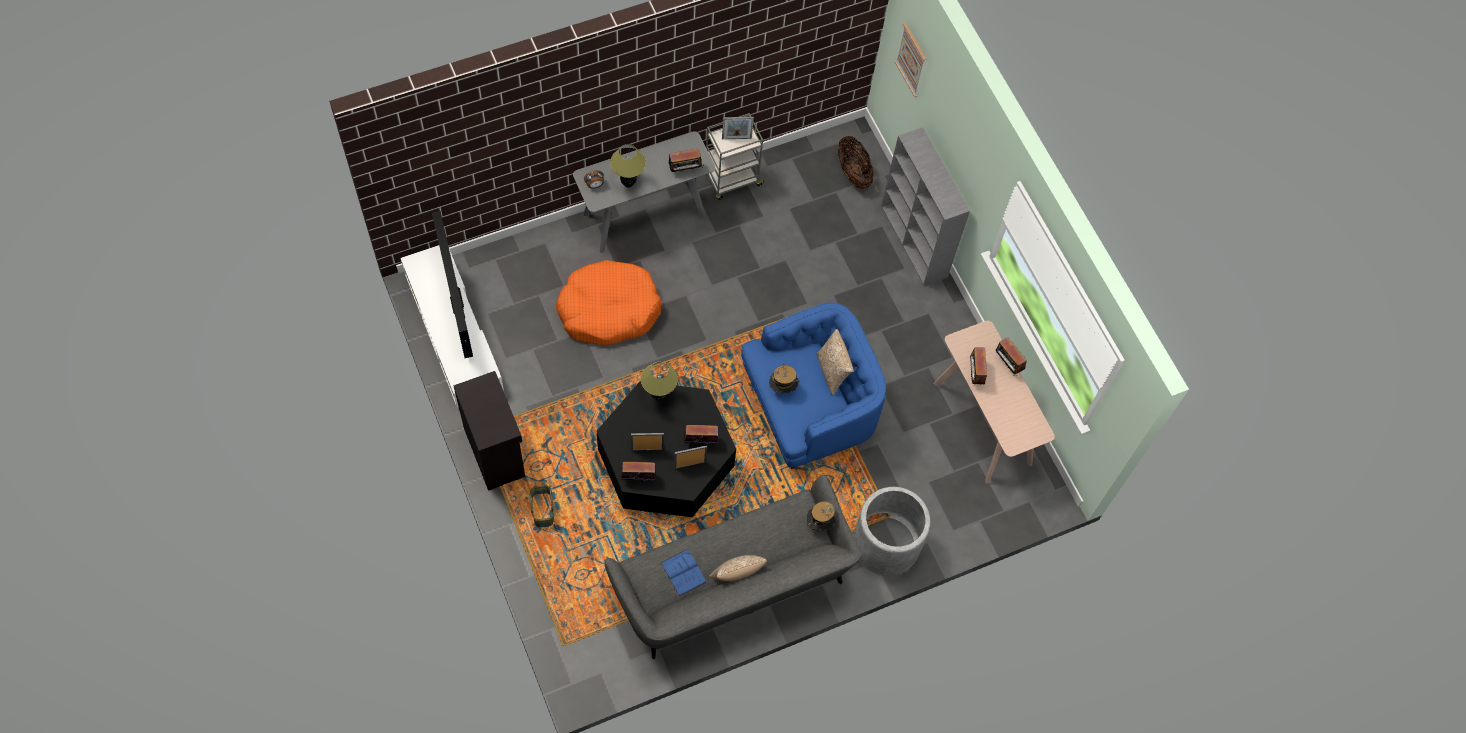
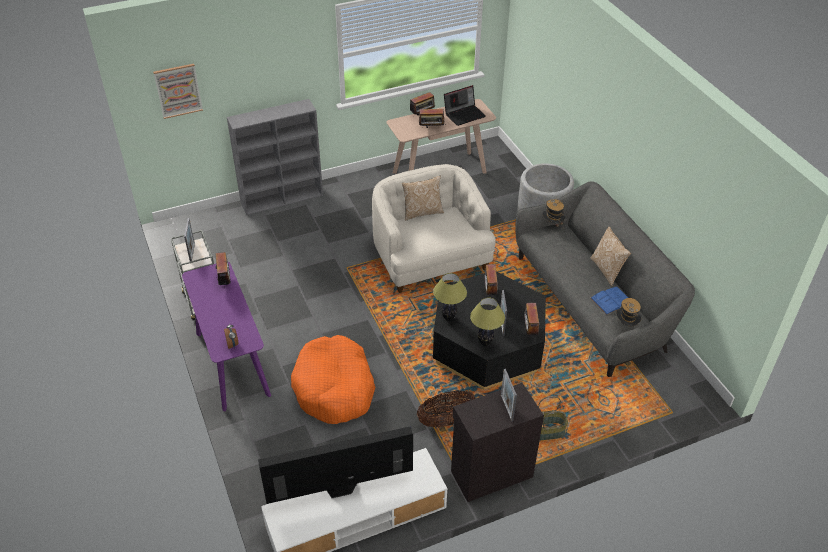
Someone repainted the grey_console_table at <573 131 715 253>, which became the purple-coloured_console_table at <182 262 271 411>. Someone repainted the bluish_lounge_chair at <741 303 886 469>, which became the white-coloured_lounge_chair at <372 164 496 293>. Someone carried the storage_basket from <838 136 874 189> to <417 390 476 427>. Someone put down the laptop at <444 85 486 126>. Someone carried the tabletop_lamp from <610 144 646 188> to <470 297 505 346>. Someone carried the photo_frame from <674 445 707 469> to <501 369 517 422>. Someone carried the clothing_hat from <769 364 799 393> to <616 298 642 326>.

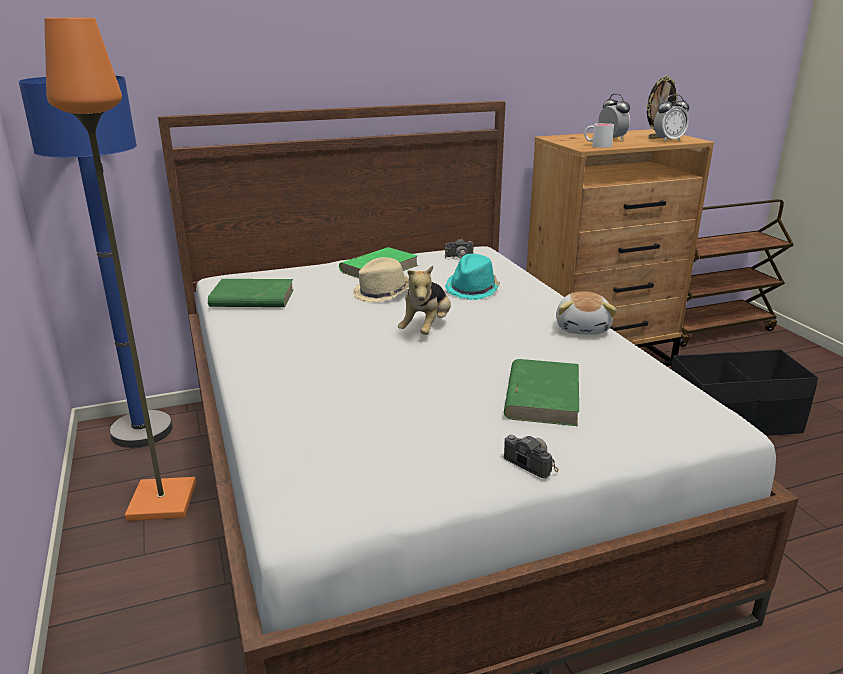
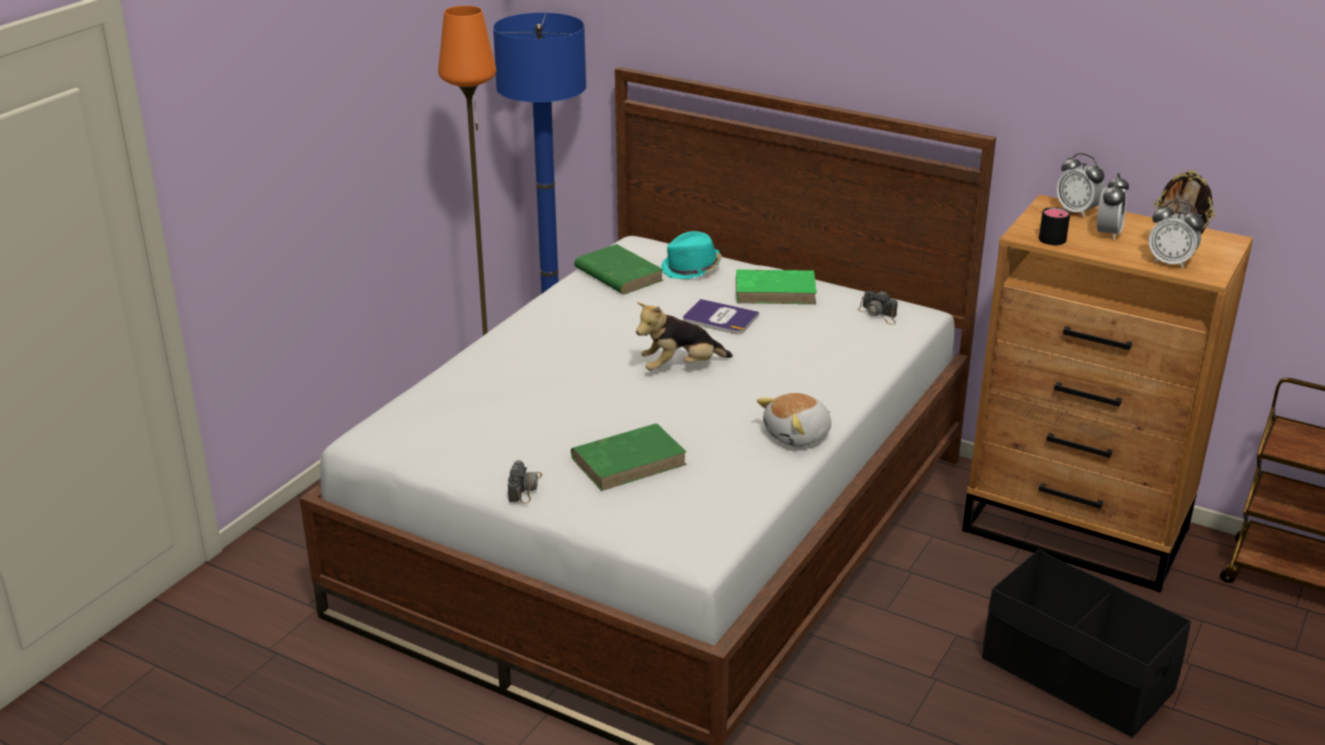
Someone carried the turquoise_clothing_hat from <445 254 500 300> to <661 231 722 279>. Someone swapped the sand-coloured_clothing_hat at <353 257 409 302> for the volume at <683 299 759 334>. Someone repainted the white-coloured_coffee_mug at <584 123 614 148>, which became the black-coloured_coffee_mug at <1039 207 1070 245>. Someone put down the bedside_clock at <1056 153 1105 218>.

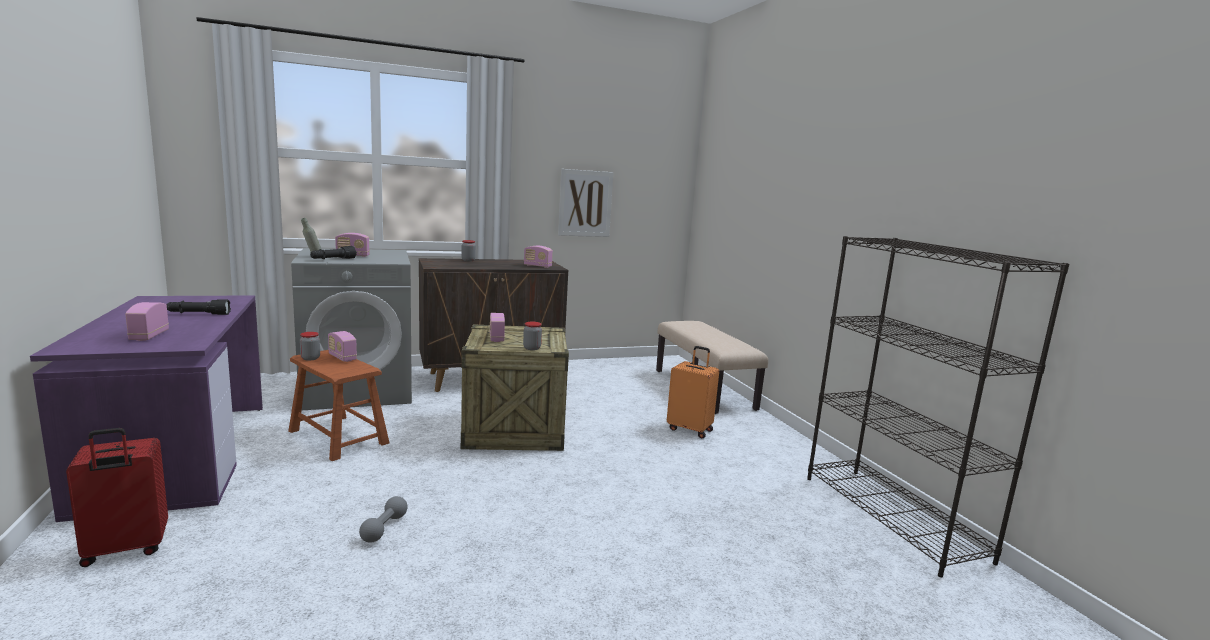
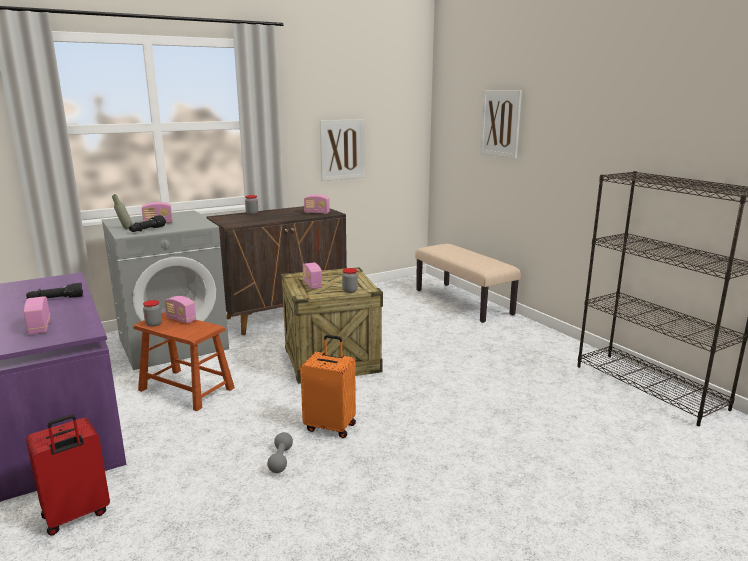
Someone carried the orange_suitcase from <667 346 719 438> to <300 335 356 438>. Someone put up the wall_picture at <480 91 522 158>.

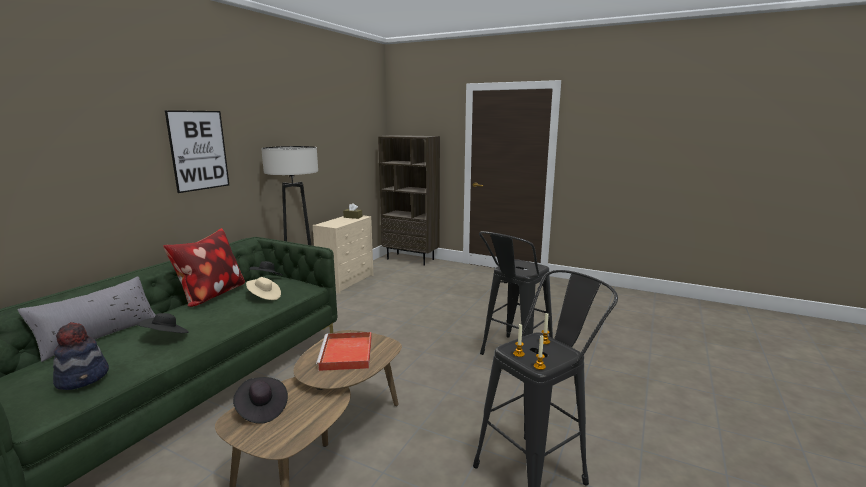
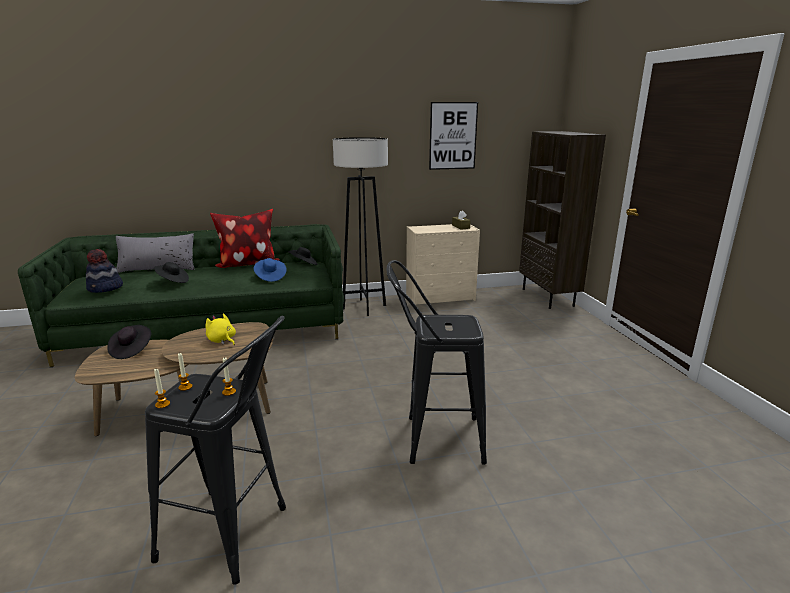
Someone swapped the red-coloured_tray at <316 332 372 371> for the yellowish_plush_toy at <205 313 236 345>. Someone repainted the sand-coloured_clothing_hat at <246 277 281 300>, which became the bluish_clothing_hat at <254 258 287 282>. Someone carried the wall_picture from <165 110 229 193> to <429 102 478 170>.

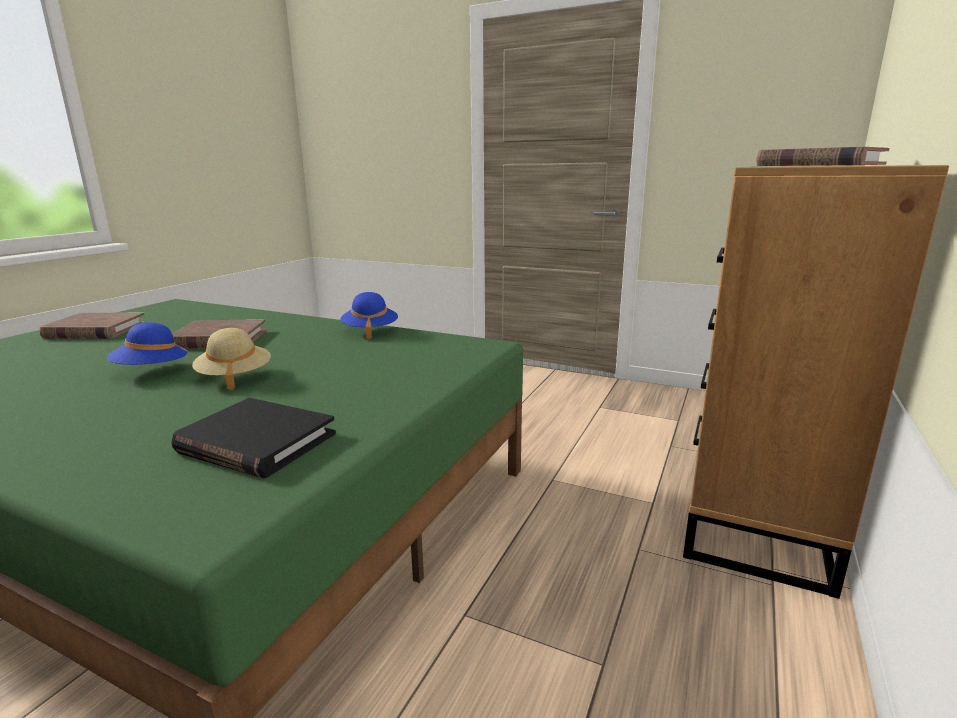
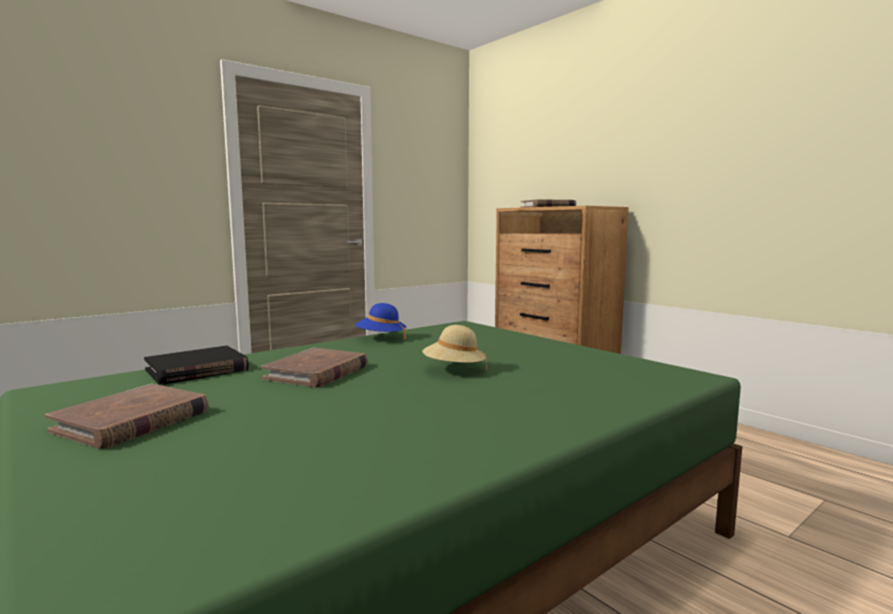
Someone carried the black-coloured_volume from <171 398 336 478> to <144 346 249 385>. Someone took away the bluish_clothing_hat at <107 322 191 365>.

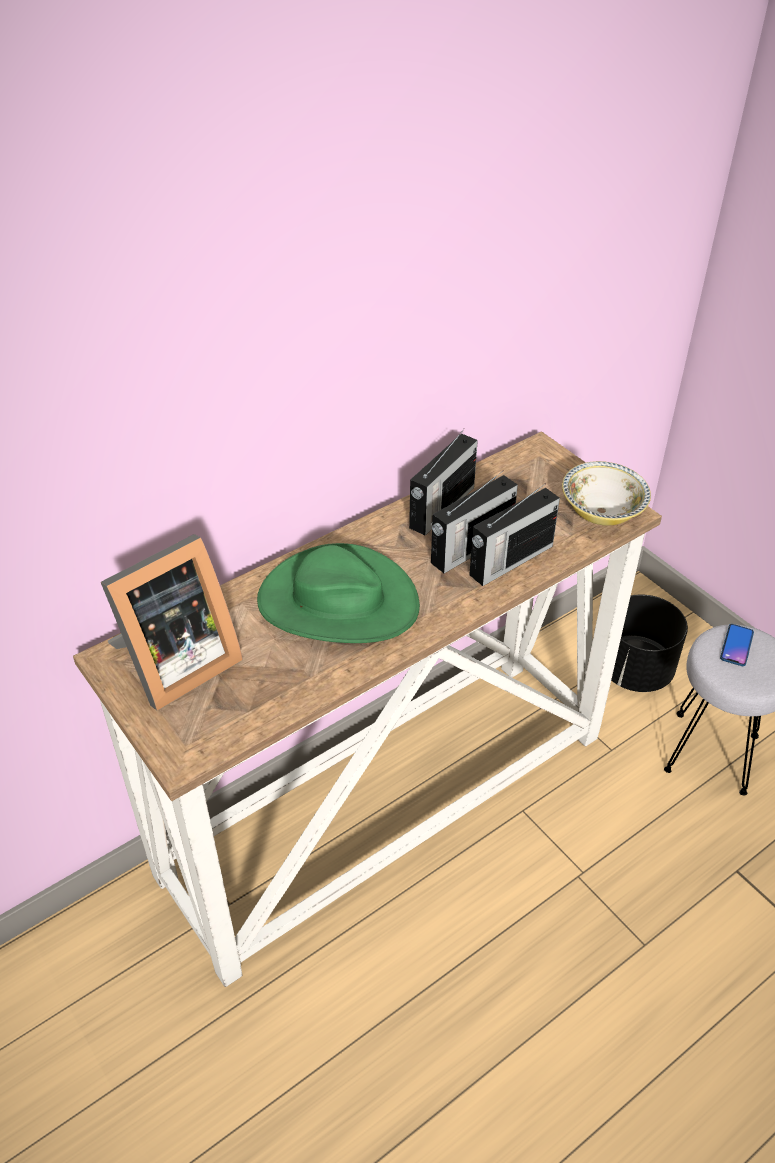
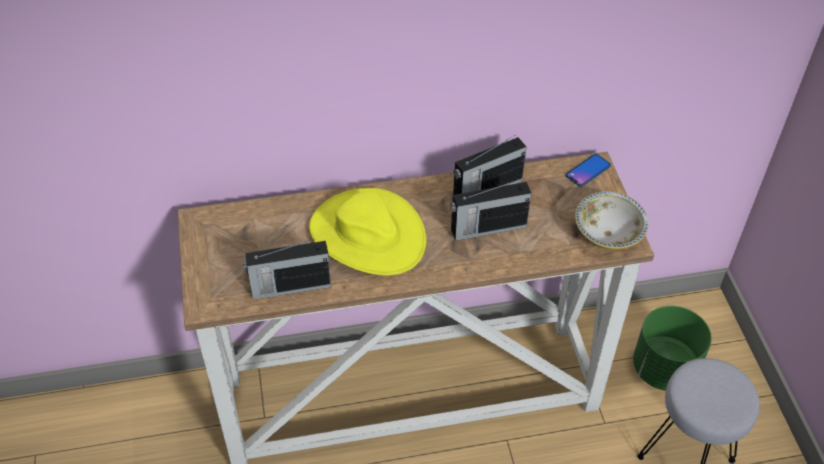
Someone carried the radio_set from <469 483 560 586> to <243 239 331 300>. Someone repainted the green_clothing_hat at <257 543 420 643>, which became the yellowish_clothing_hat at <309 188 426 276>. Someone carried the telephone from <720 624 754 666> to <566 154 611 187>. Someone repainted the black-coloured_planter at <611 594 688 692>, which became the green_planter at <633 306 712 391>. Someone took away the photo_frame at <101 534 243 711>.

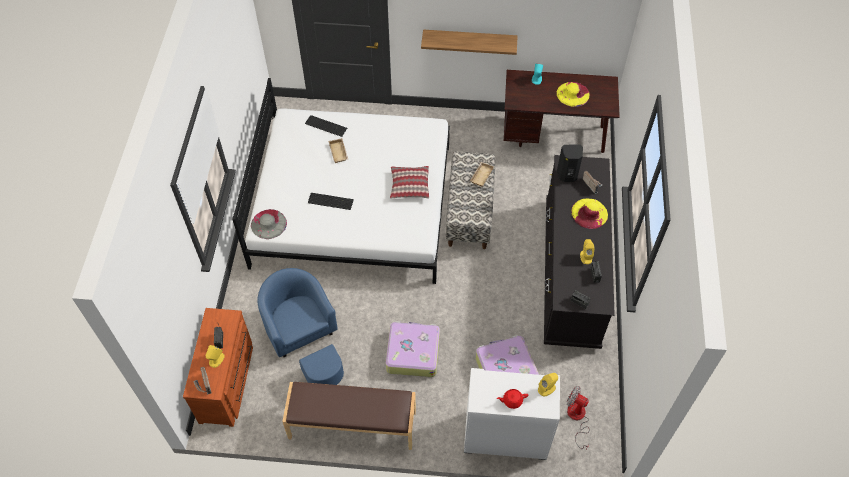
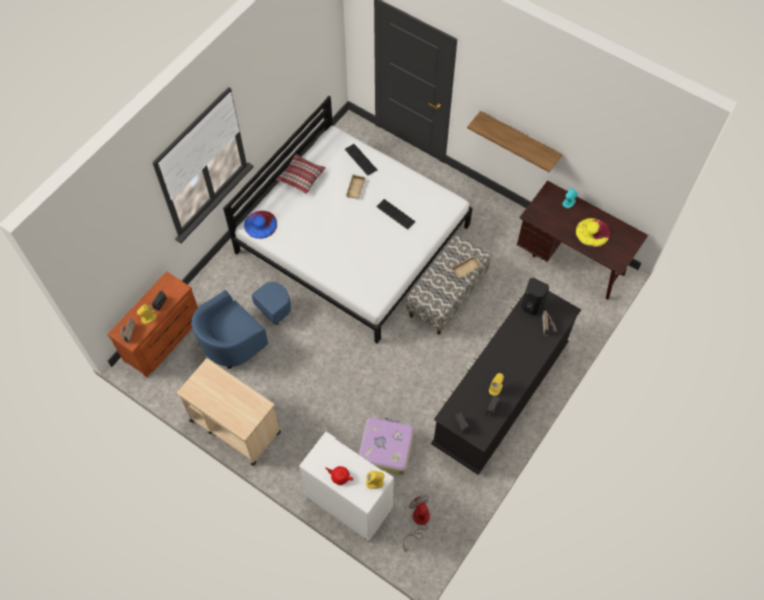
Someone swapped the brownish_bench at <282 382 416 450> for the sand-coloured_wheeled_cart at <177 358 281 466>. Someone rotated the bluish_lounge_chair at <257 268 344 385> by 135 degrees counterclockwise. Someone repainted the grey_clothing_hat at <251 209 287 239>, which became the bluish_clothing_hat at <244 211 277 239>. Someone carried the pillow from <390 166 429 199> to <276 154 326 194>. Someone carried the keyboard from <308 193 354 210> to <376 199 416 230>. Someone took away the suitcase at <386 321 440 377>. Someone took away the yellowish_clothing_hat at <571 198 608 229>.

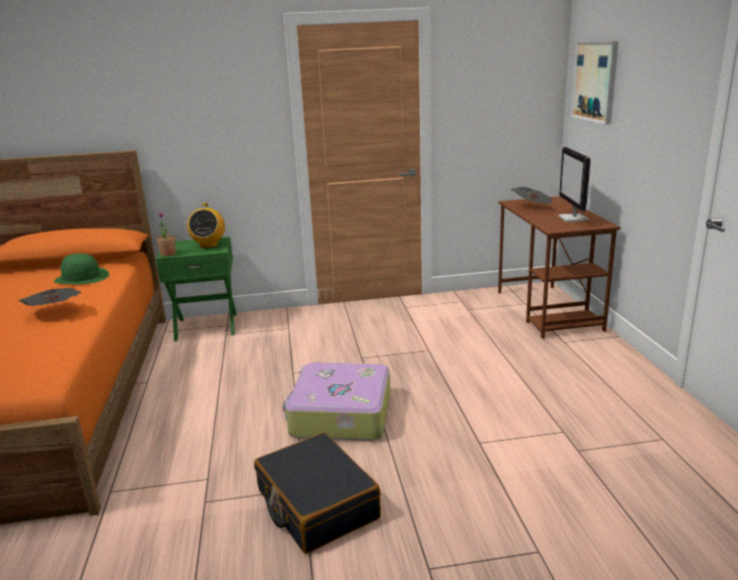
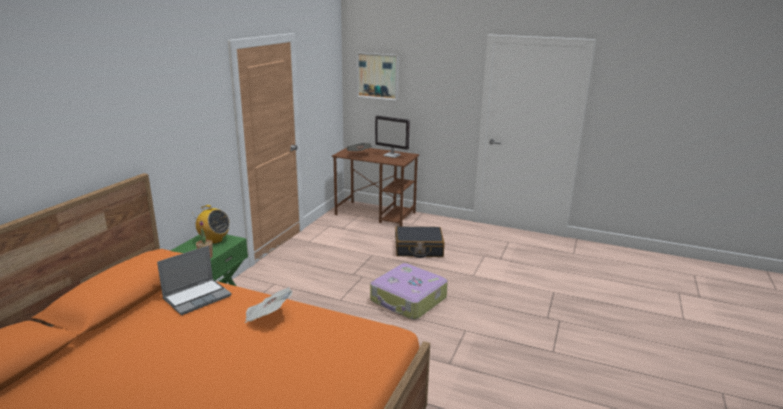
Someone swapped the green_clothing_hat at <54 253 109 284> for the laptop at <157 245 232 315>. Someone carried the black-coloured_suitcase from <254 432 381 554> to <395 226 445 258>.

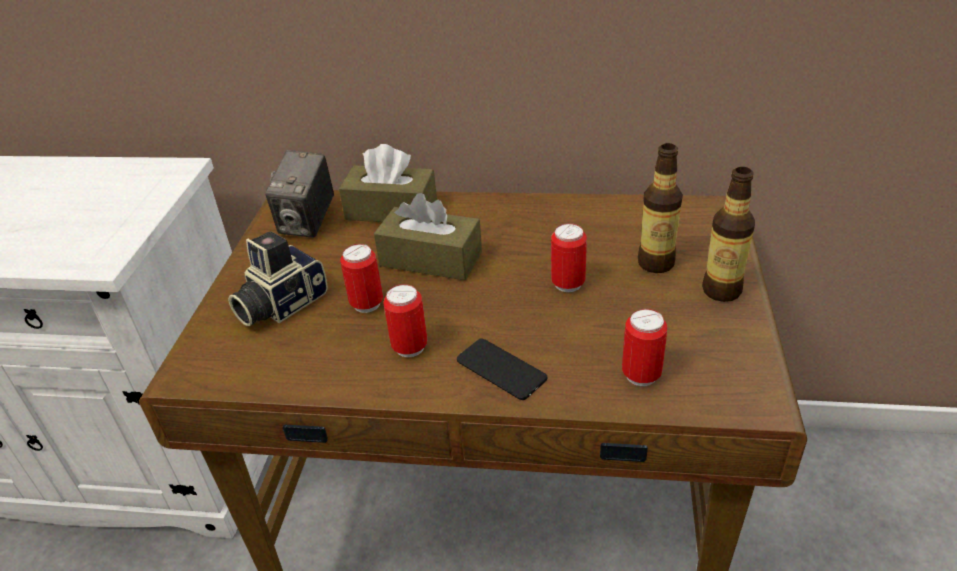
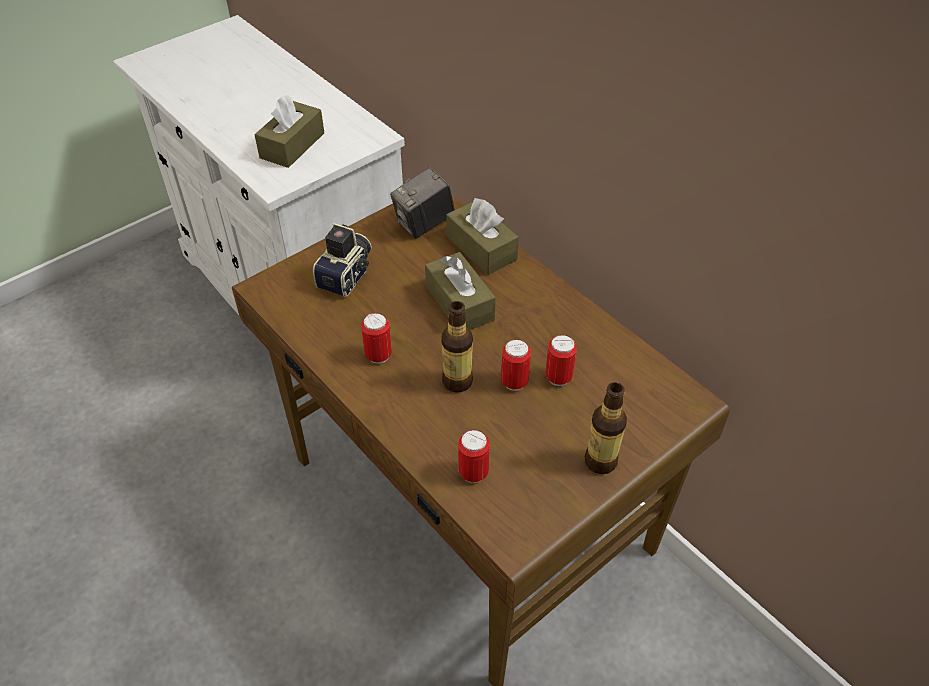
Someone put down the brownish_box_of_tissues at <254 95 324 168>. Someone rotated the still_camera at <228 231 328 326> by 120 degrees clockwise. Someone carried the drink_bottle from <638 143 683 273> to <442 301 473 392>. Someone carried the can from <340 244 383 313> to <545 335 577 386>. Someone took away the telephone at <457 338 548 400>.

